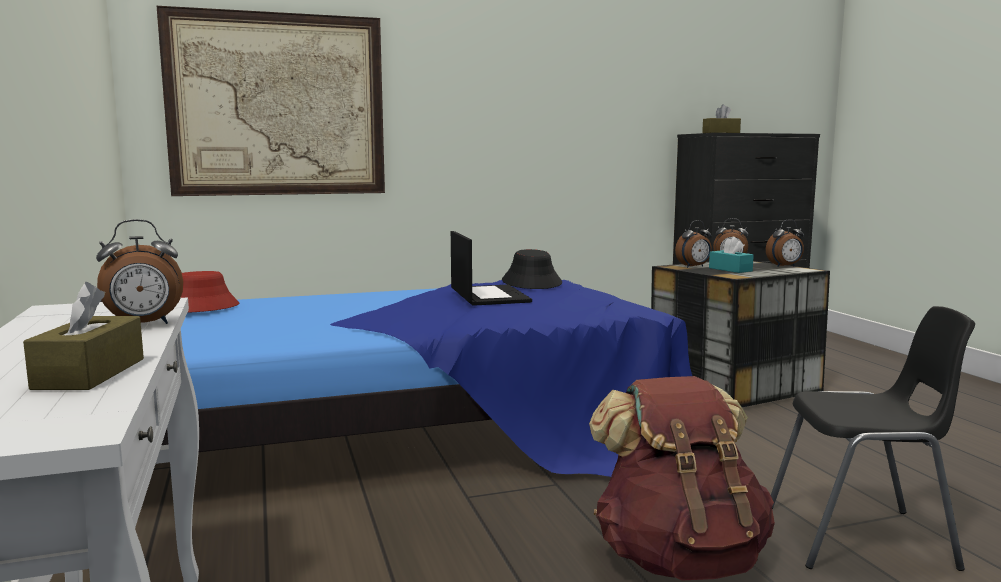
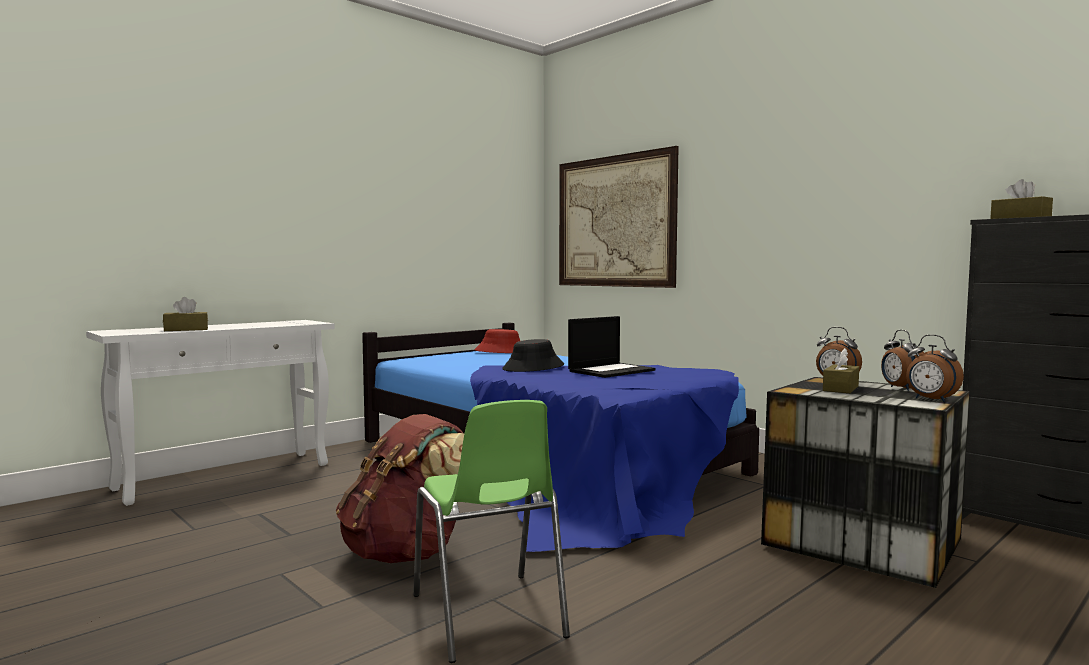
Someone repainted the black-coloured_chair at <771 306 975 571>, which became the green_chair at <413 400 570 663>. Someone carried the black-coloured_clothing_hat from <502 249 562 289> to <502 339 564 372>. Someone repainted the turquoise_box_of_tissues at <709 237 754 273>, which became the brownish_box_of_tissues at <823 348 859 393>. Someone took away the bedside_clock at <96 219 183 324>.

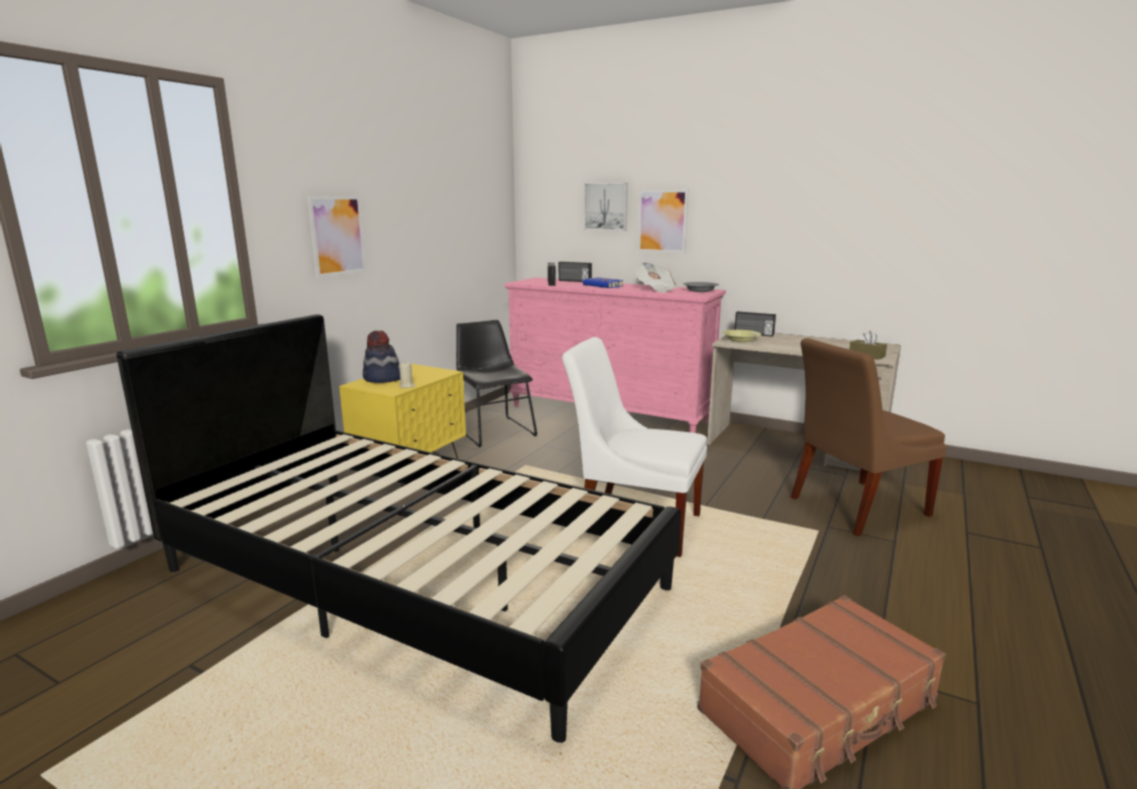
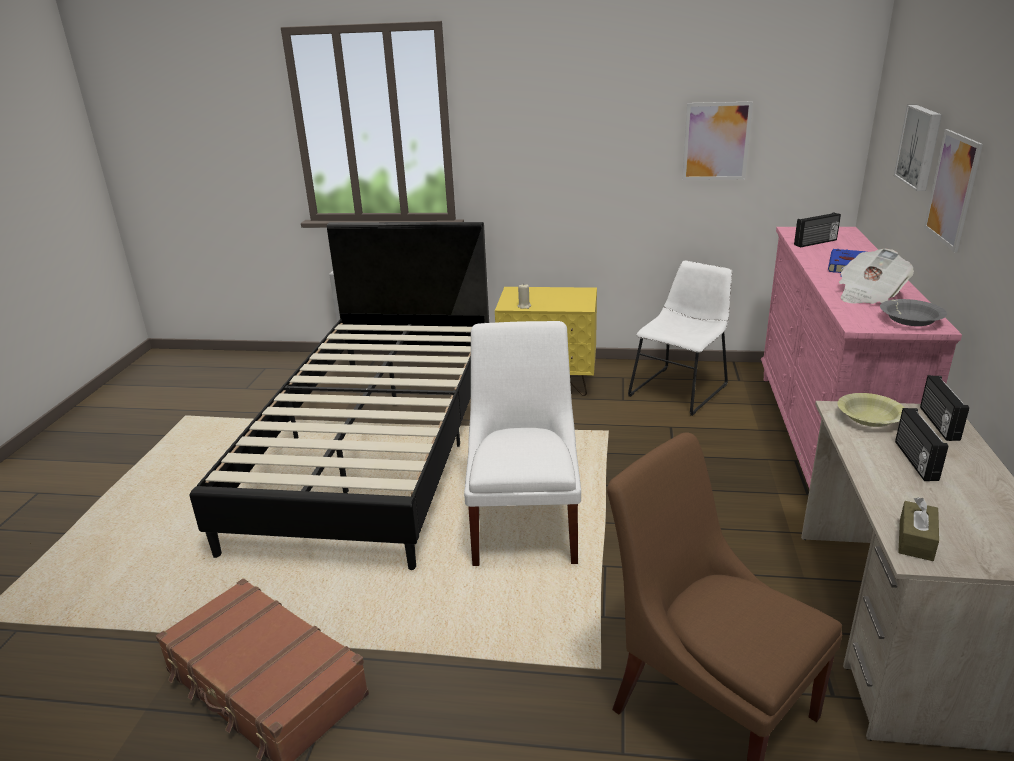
Someone repainted the black-coloured_chair at <456 320 537 448>, which became the white-coloured_chair at <628 261 732 416>. Someone carried the wall_picture from <307 196 367 278> to <682 101 753 180>. Someone carried the radio_set from <559 261 592 282> to <895 408 948 481>. Someone took away the clothing_hat at <363 331 400 383>.

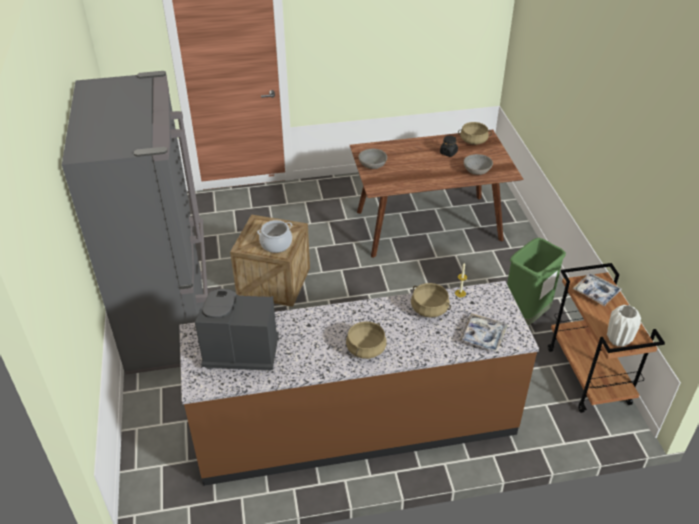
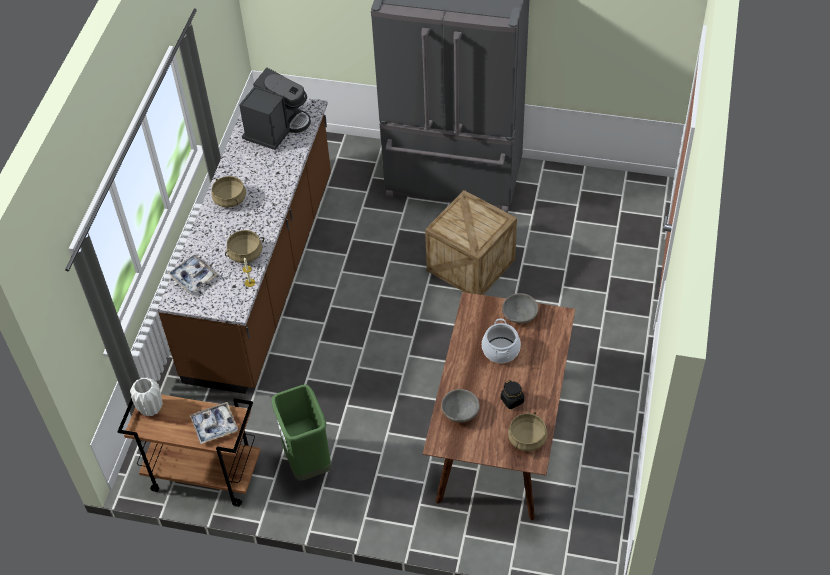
Someone carried the stockpot from <257 220 292 253> to <482 319 521 363>.

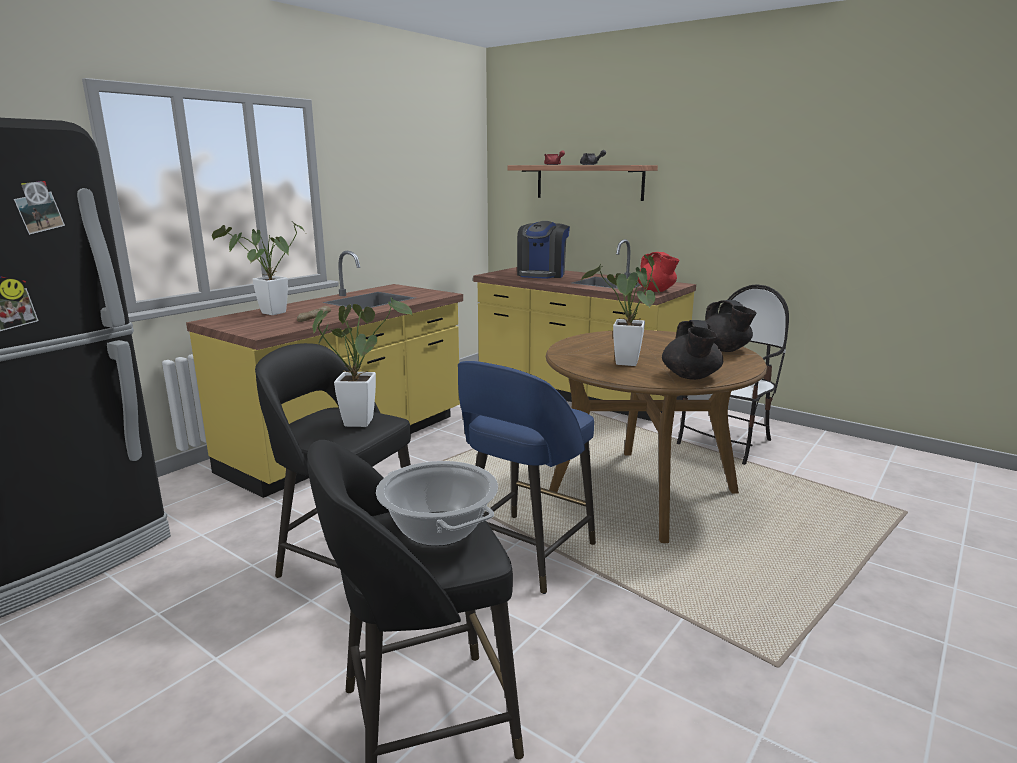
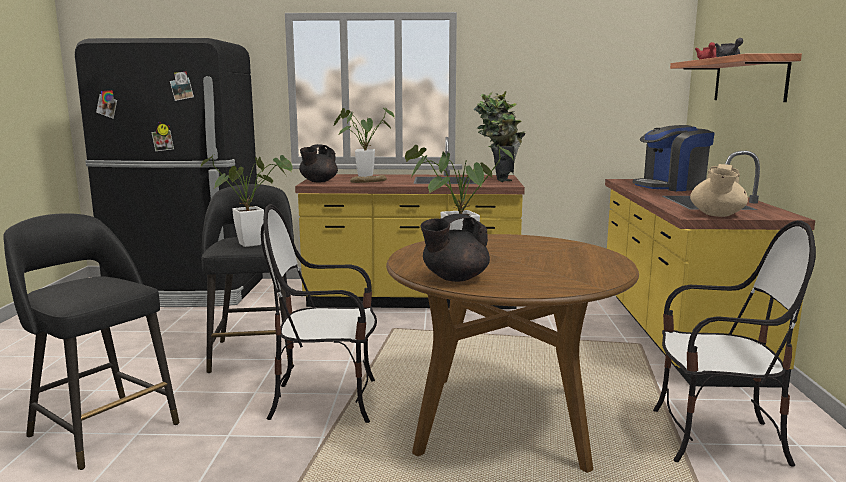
Someone swapped the bluish_stool at <458 361 596 594> for the chair at <261 204 377 423>. Someone carried the black-coloured_teapot from <705 300 756 352> to <299 144 338 182>. Someone put down the plant_in_a_pot at <474 91 526 182>. Someone repainted the red-coloured_teapot at <638 252 679 292>, which became the sand-coloured_teapot at <690 164 748 217>. Someone took away the stockpot at <376 461 498 546>.

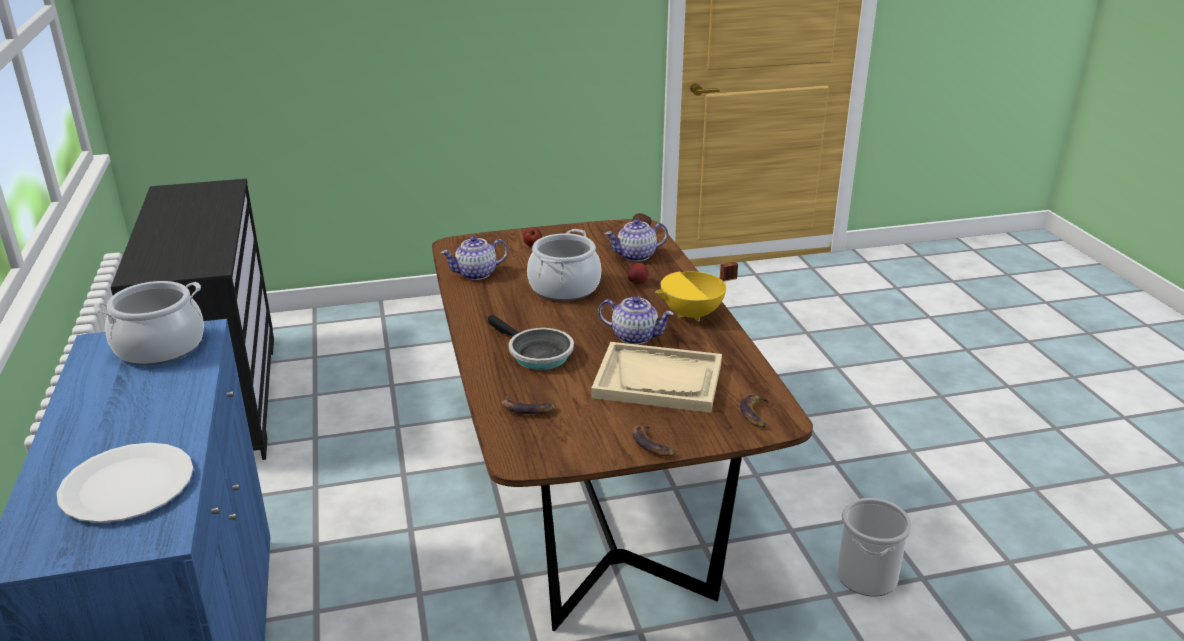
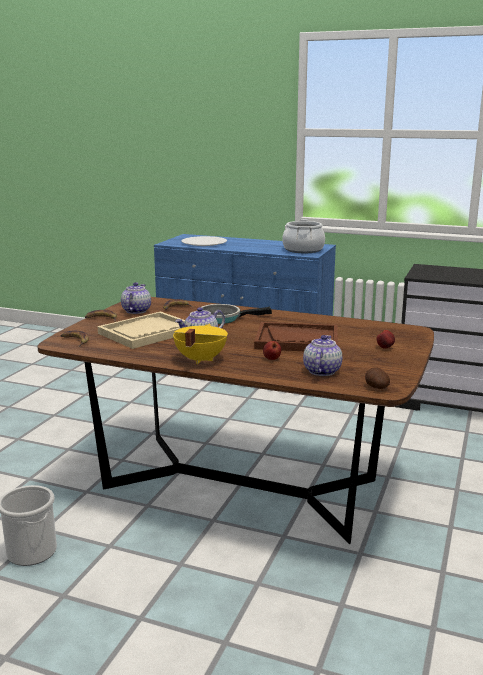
Someone carried the teapot from <441 236 508 280> to <121 282 151 314>. Someone swapped the stockpot at <527 229 601 301> for the brownish_tray at <254 322 338 351>.

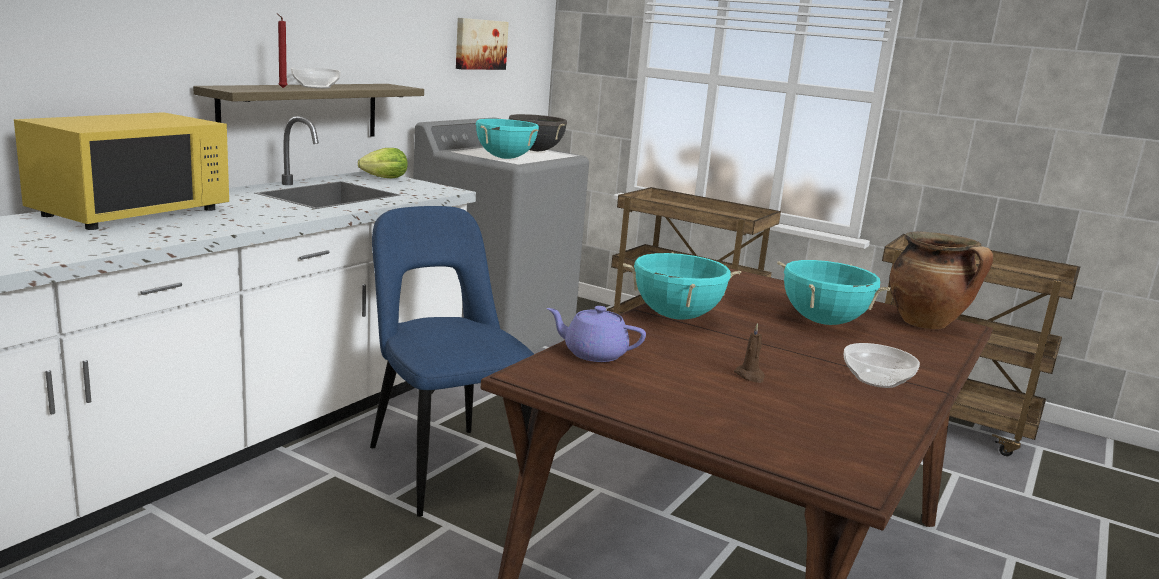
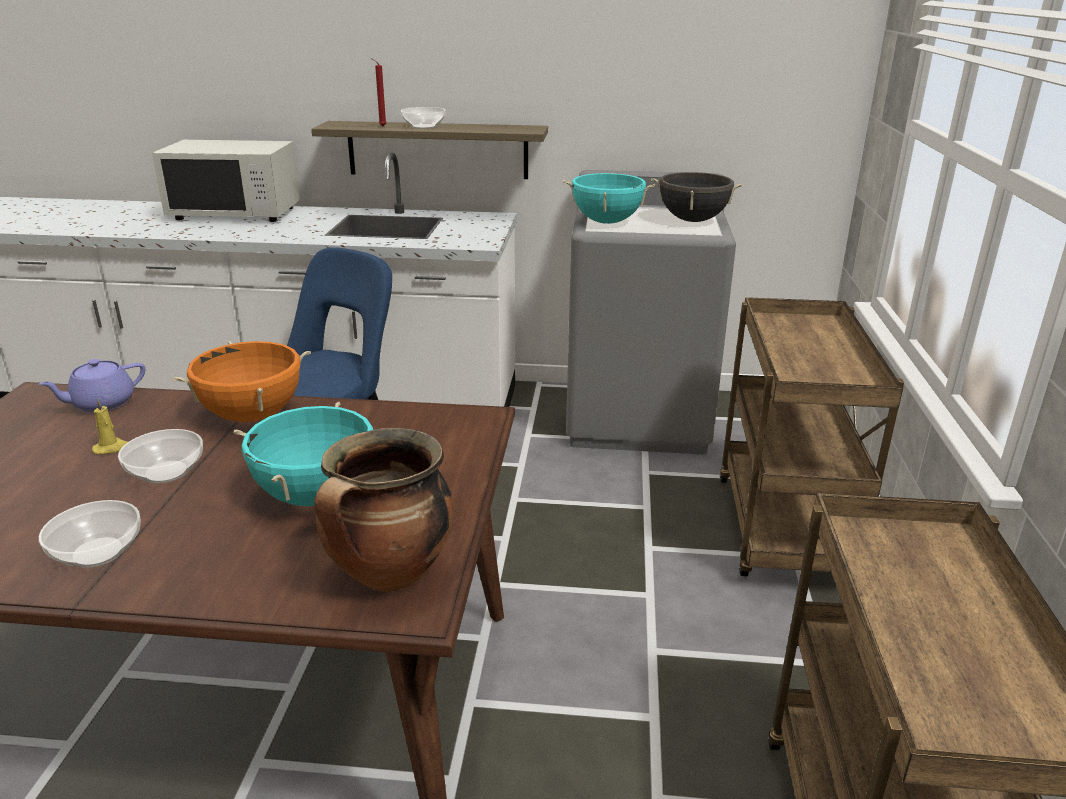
Someone rotated the purple-coloured_teapot at <547 306 646 362> by 120 degrees counterclockwise. Someone put down the yellowish_wax_light at <92 399 128 454>. Someone put down the serving_bowl at <118 429 203 483>. Someone repainted the yellowish_microwave at <14 112 229 230>, which became the white-coloured_microwave at <152 140 300 222>. Someone repainted the turquoise_stockpot at <623 252 741 320>, which became the orange_stockpot at <173 341 311 422>. Someone took away the head_of_lettuce at <358 148 408 178>. Someone took away the wall_picture at <456 18 509 70>. Someone took away the brownish_wax_light at <734 323 765 383>.

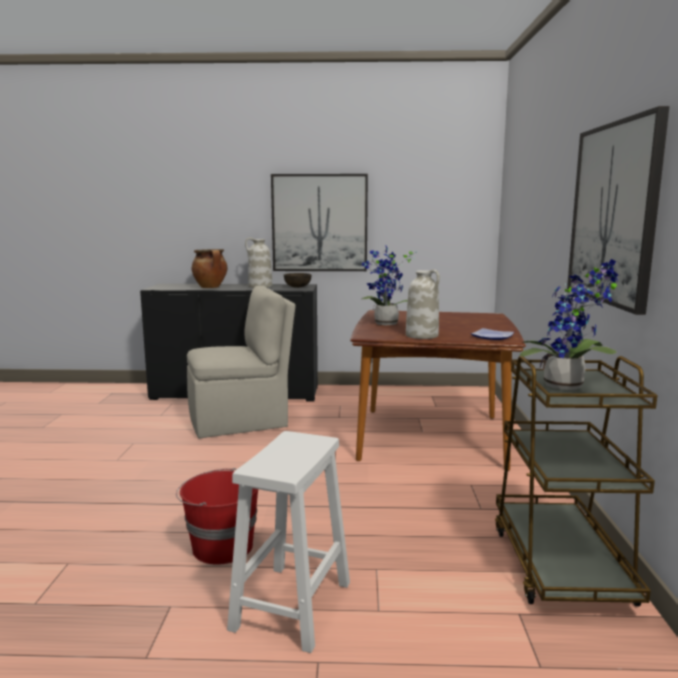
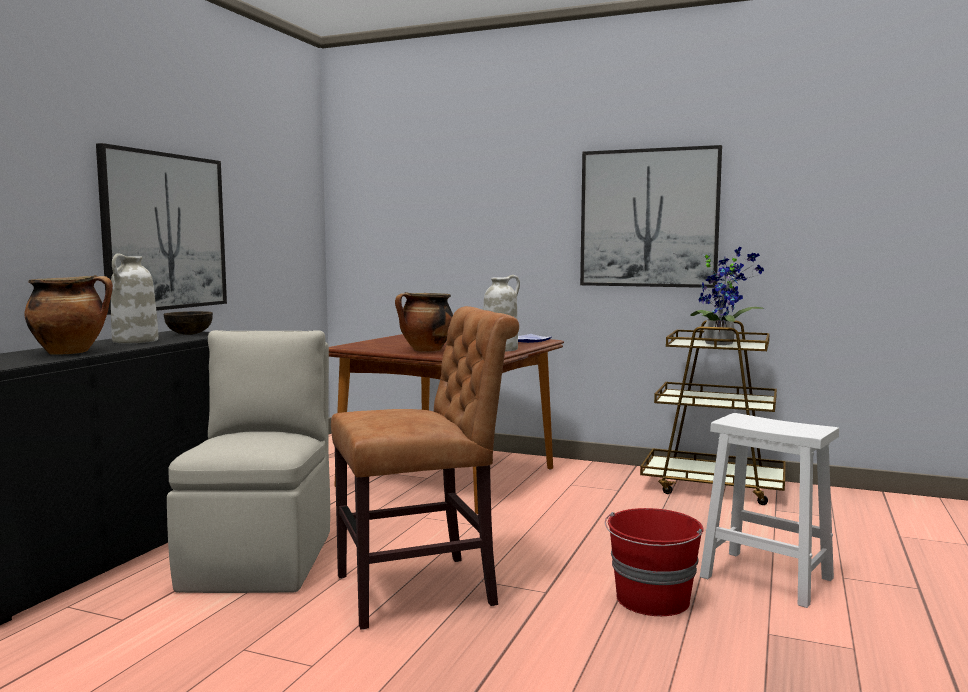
Someone put down the brownish_chair at <331 306 519 630>. Someone swapped the plant_in_a_pot at <362 246 417 325> for the stockpot at <395 292 453 352>.

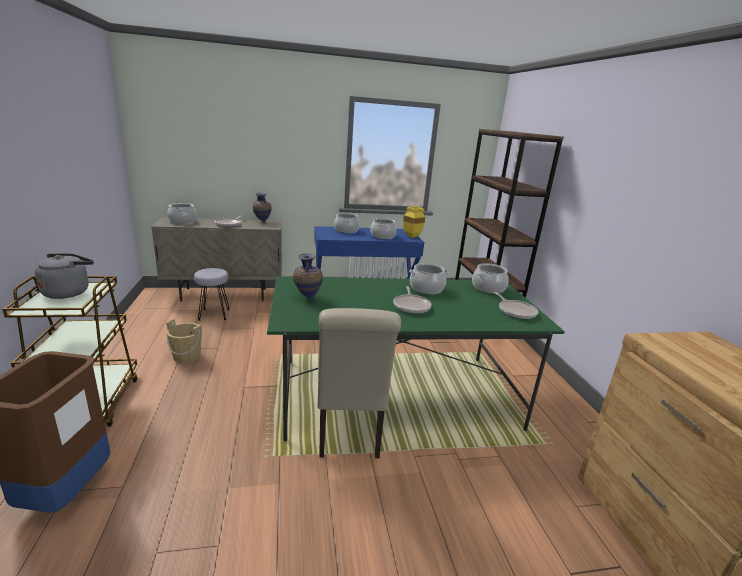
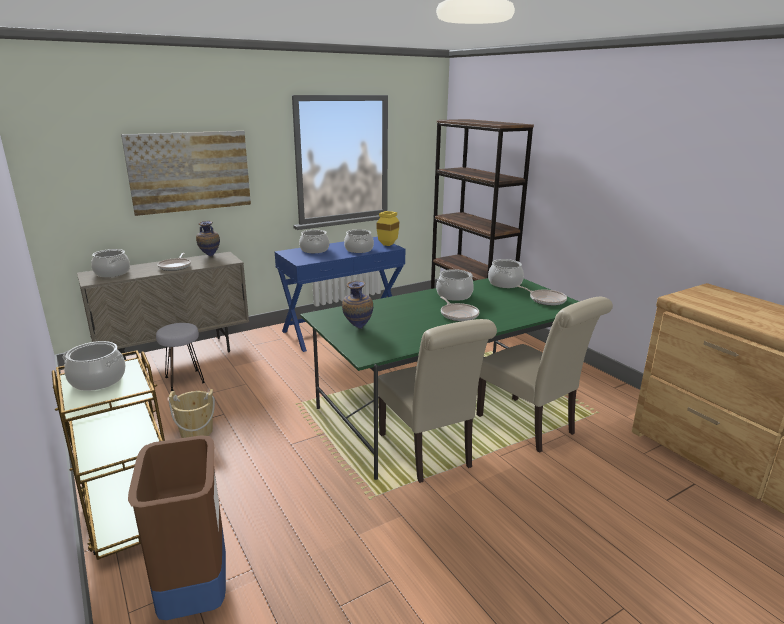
Someone swapped the grey_water_kettle at <35 253 94 299> for the stockpot at <63 341 125 391>. Someone put up the wall_picture at <121 131 251 216>. Someone put down the sand-coloured_chair at <477 297 613 453>.

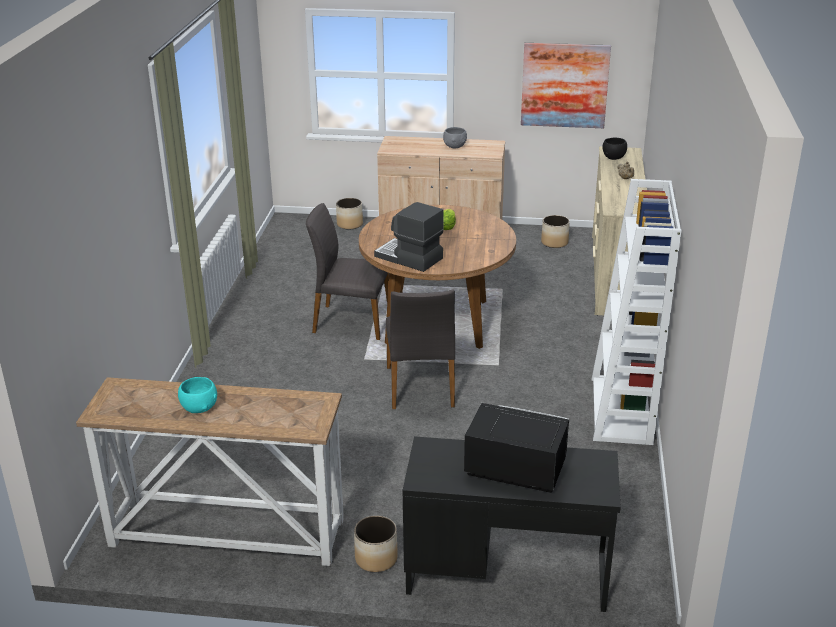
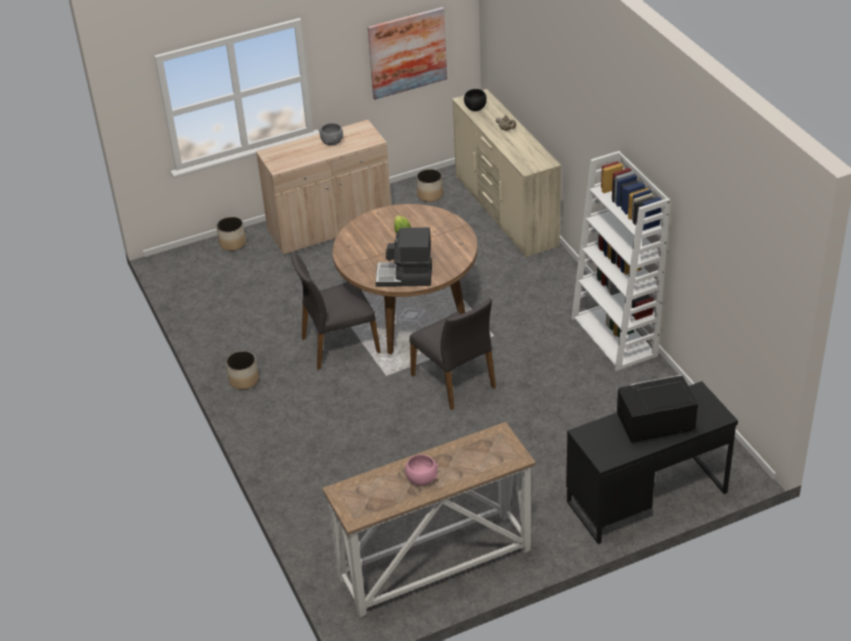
Someone carried the planter from <354 515 398 572> to <226 351 259 390>. Someone repainted the turquoise_serving_bowl at <178 377 217 413>, which became the pink_serving_bowl at <405 454 438 486>.

